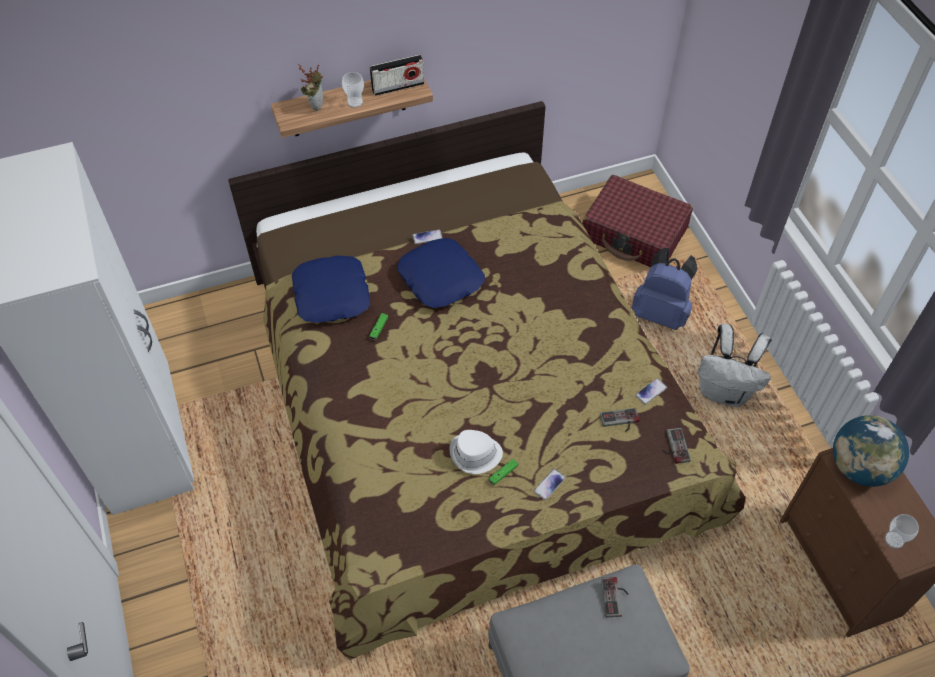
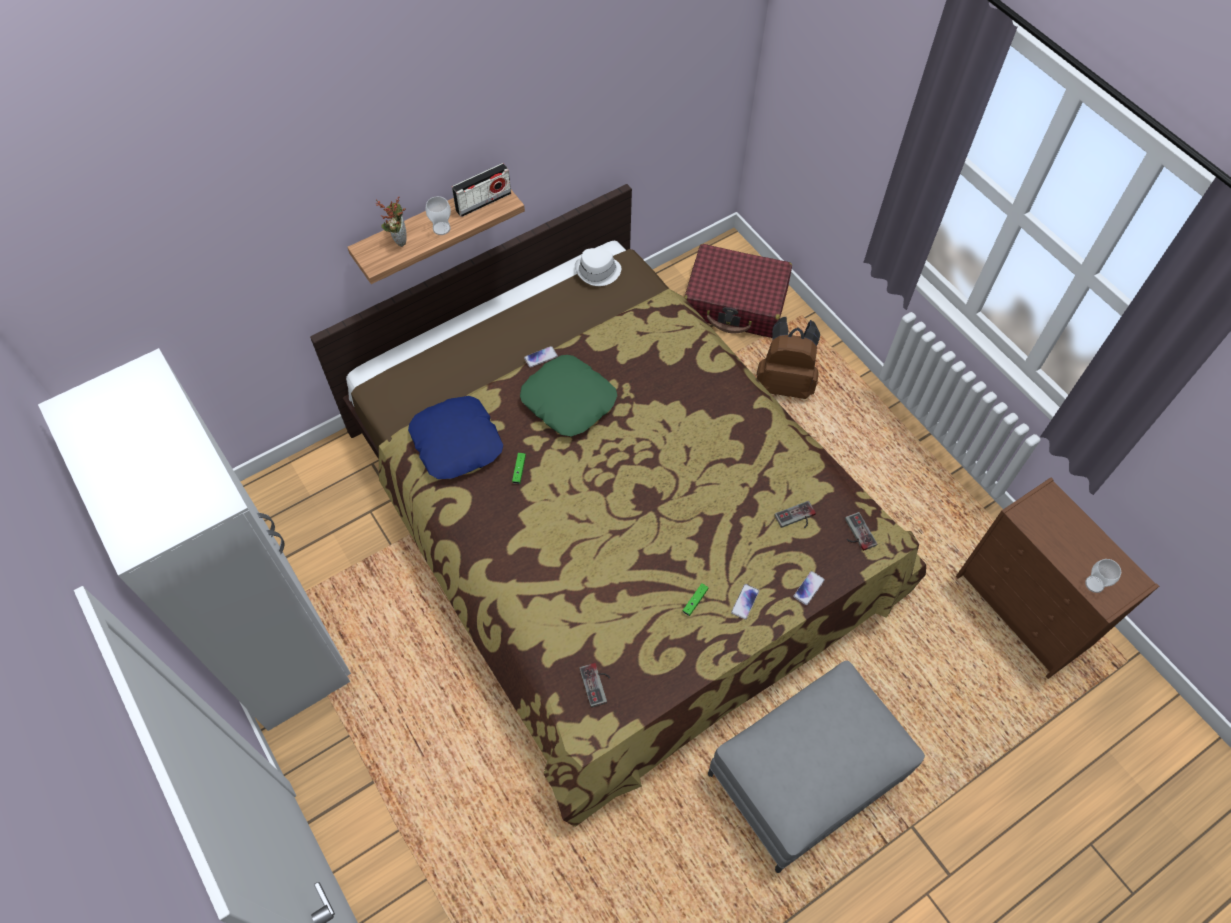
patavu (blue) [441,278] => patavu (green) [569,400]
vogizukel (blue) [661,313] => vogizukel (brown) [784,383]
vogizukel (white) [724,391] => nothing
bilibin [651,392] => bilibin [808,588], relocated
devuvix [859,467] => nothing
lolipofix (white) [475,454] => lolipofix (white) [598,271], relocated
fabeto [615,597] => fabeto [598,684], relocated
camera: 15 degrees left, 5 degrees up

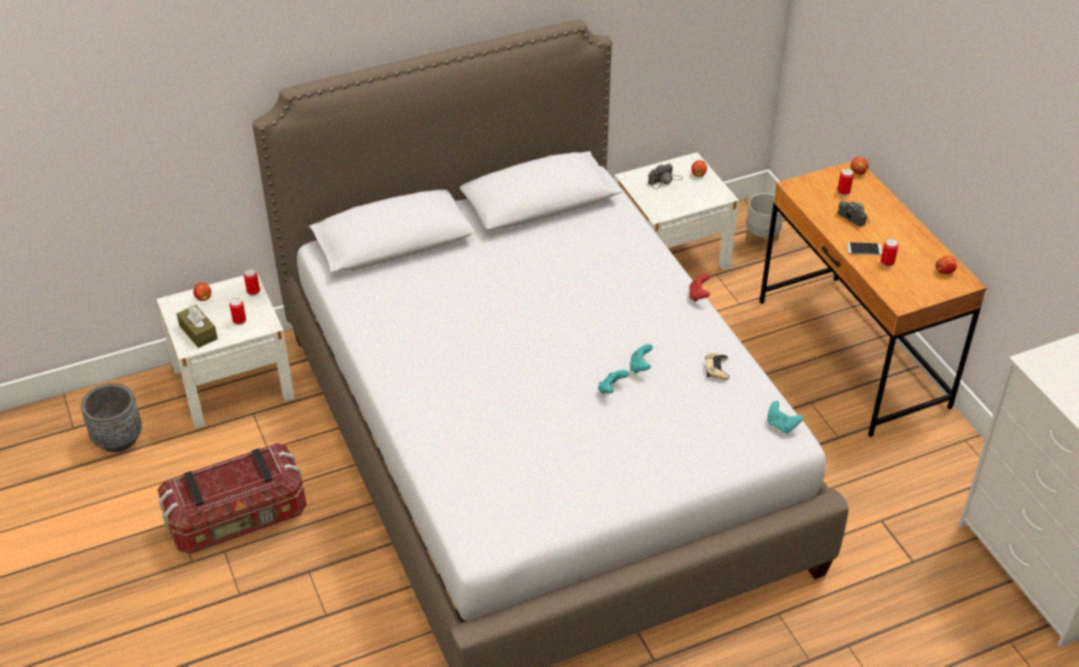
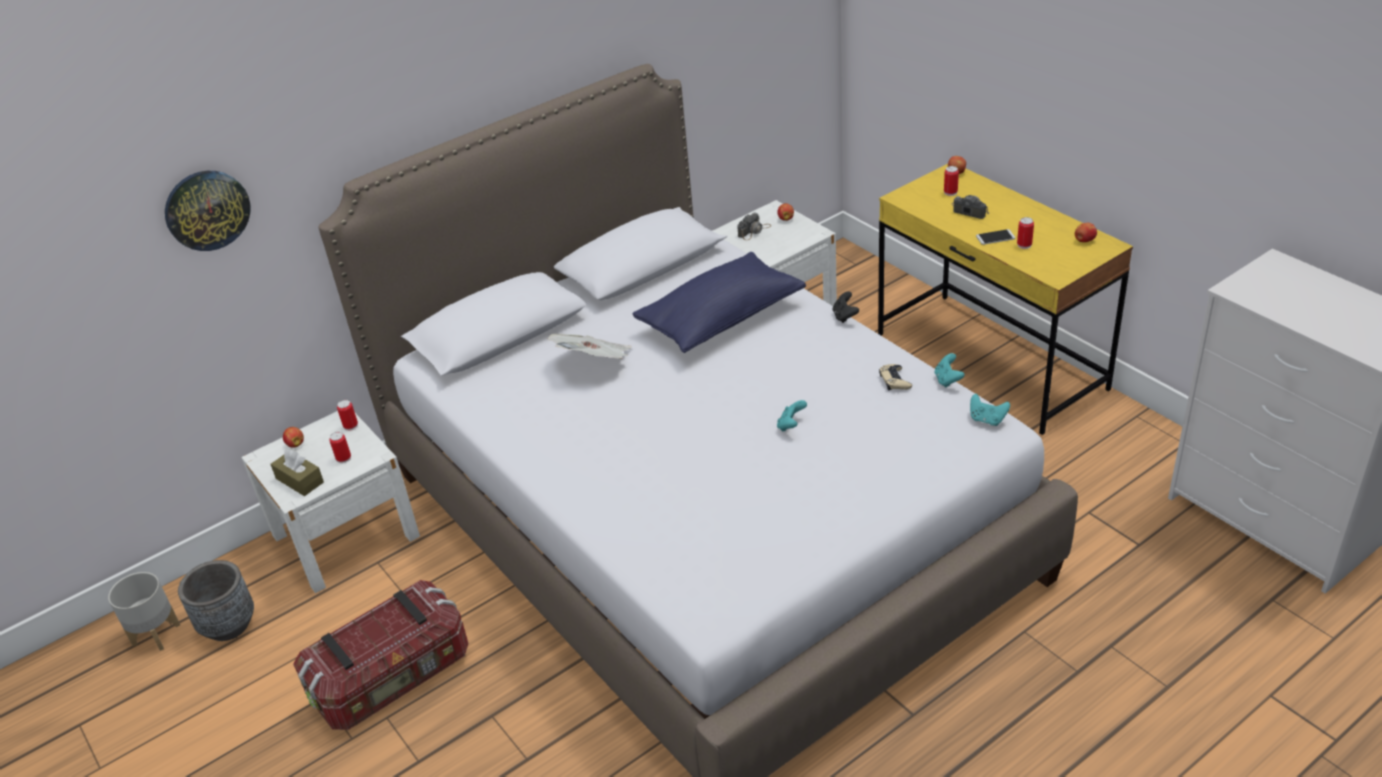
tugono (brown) [852,353] => tugono (yellow) [990,361]
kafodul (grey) [761,242] => kafodul (grey) [156,634], relocated
fabeto (red) [698,295] => fabeto (black) [845,316]
fabeto (turquoise) [640,367] => fabeto (turquoise) [947,380], relocated
nothing => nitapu [207,210]
nothing => patavu (blue) [721,319]
nothing => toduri [595,363]
camera: 10 degrees left, 5 degrees down

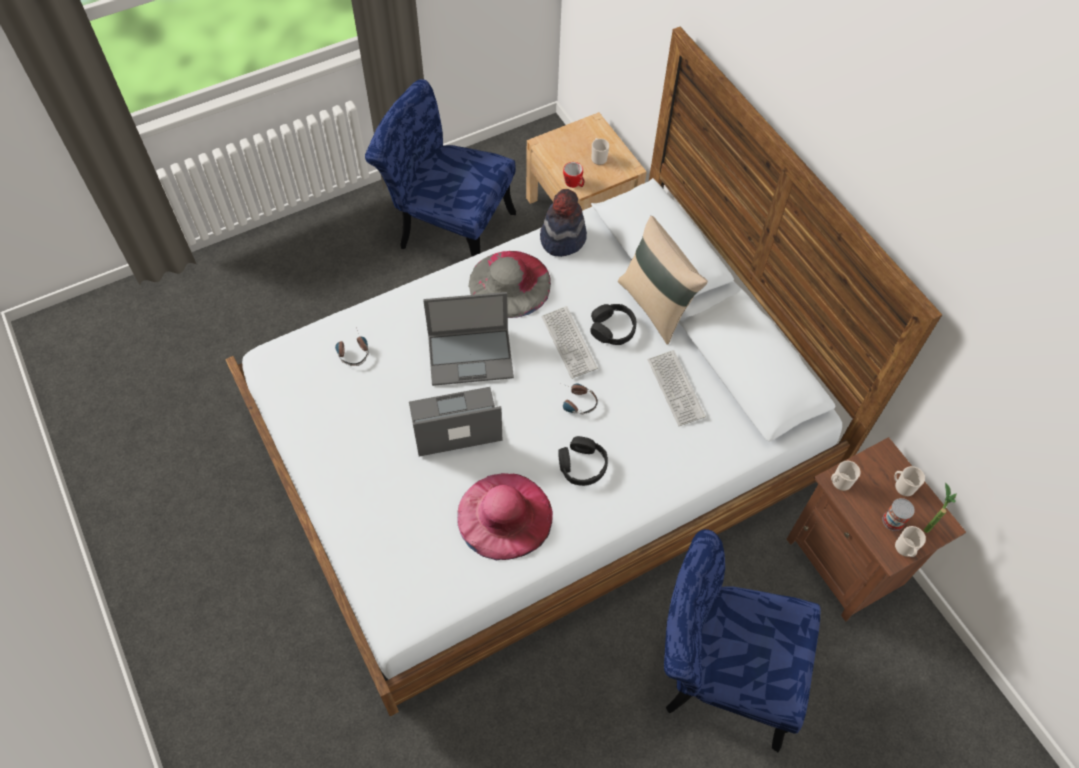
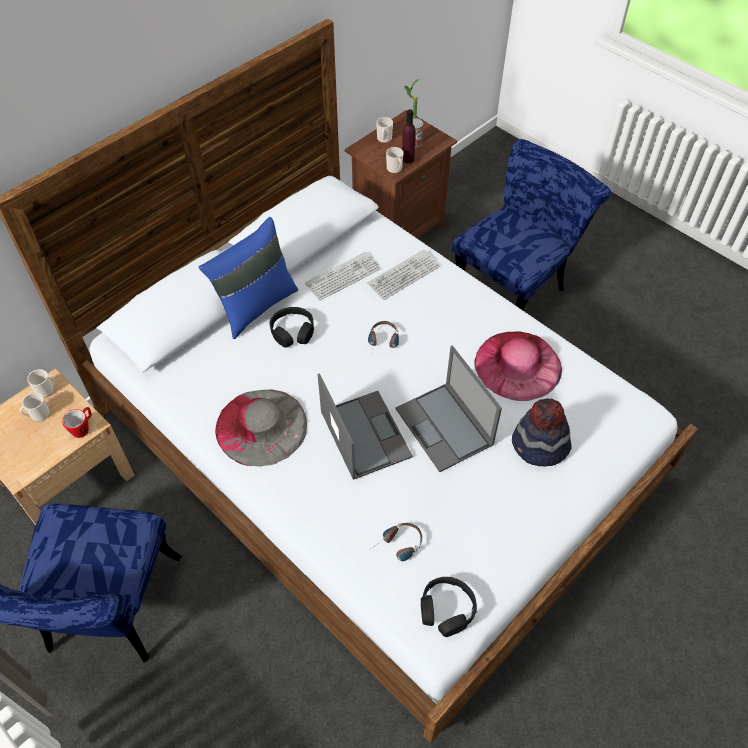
lolipofix [562,238] => lolipofix [539,446], relocated
patavu (beige) [656,306] => patavu (blue) [255,306]
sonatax [569,343] => sonatax [404,275], relocated
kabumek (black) [582,465] => kabumek (black) [446,609], relocated
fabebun [905,549] => fabebun [47,390], relocated
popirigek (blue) [718,672] => popirigek (blue) [514,287], 135 degrees counterclockwise
nothing => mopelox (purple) [408,159]
camera: 105 degrees left, 5 degrees down

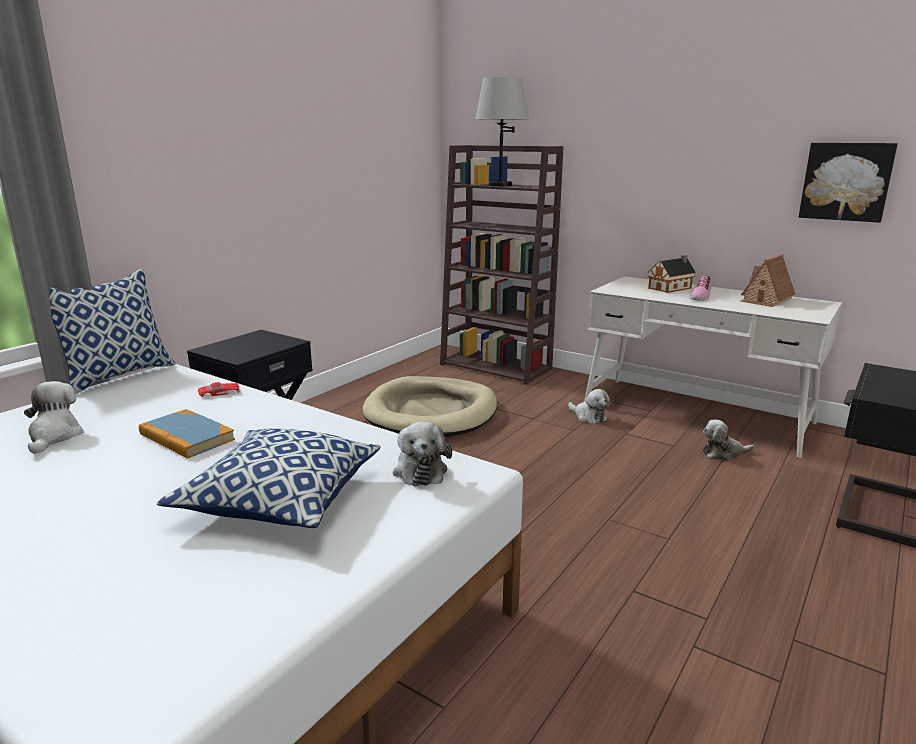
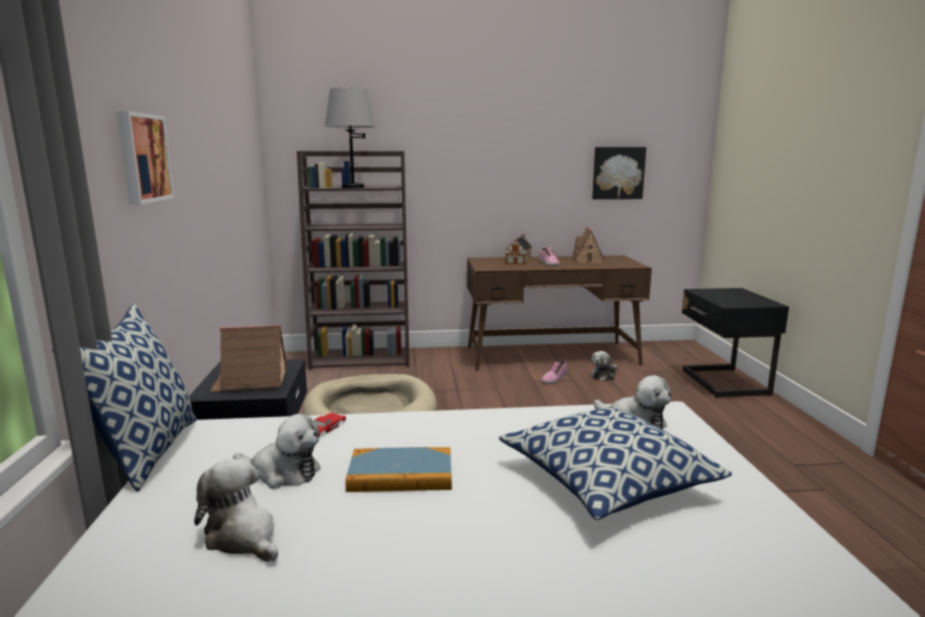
tugono (white) [696,414] => tugono (brown) [552,355]
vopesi [588,417] => vopesi [282,473], relocated
nothing => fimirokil [142,158]
nothing => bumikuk [251,381]
nothing => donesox [554,378]
camera: 40 degrees left, 5 degrees down

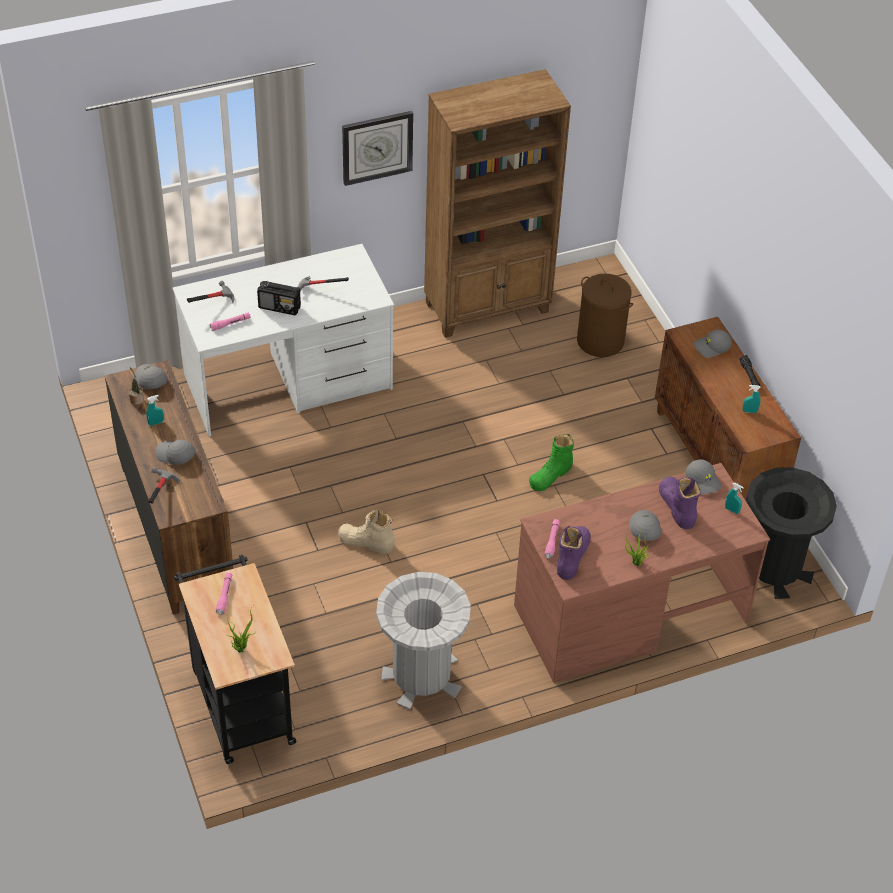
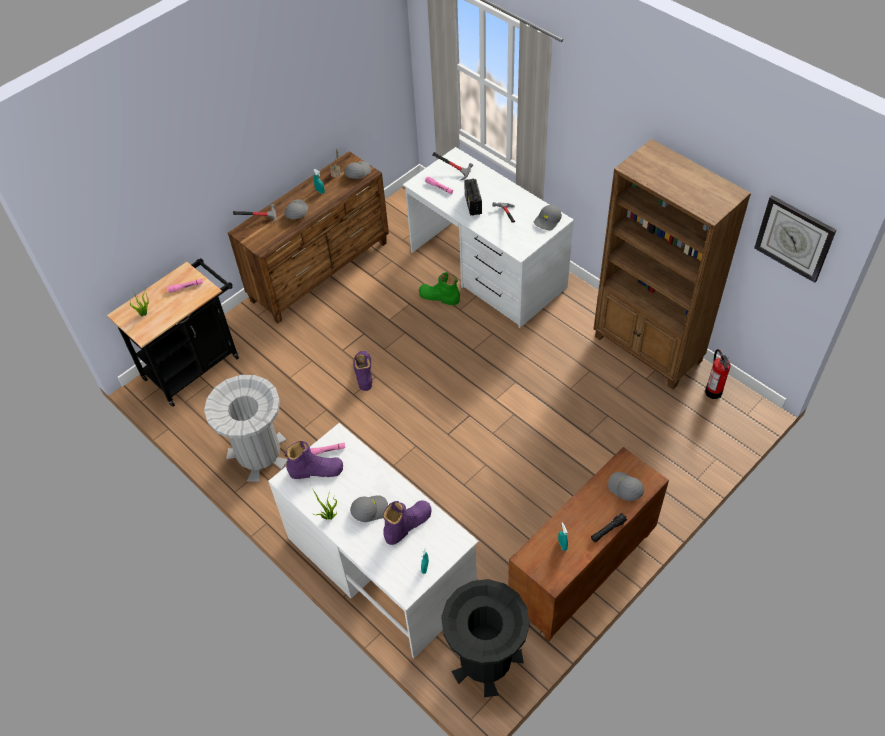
nitapu [377,147] => nitapu [794,238], relocated
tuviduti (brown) [600,341] => nothing
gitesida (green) [551,475] => gitesida (green) [439,297], relocated
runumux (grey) [703,481] => runumux (grey) [547,221], relocated
tugono (brown) [629,613] => tugono (white) [380,565]
gitesida (beige) [366,542] => gitesida (purple) [364,373]
nothing => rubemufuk [713,391]
camera: 70 degrees right, 5 degrees up

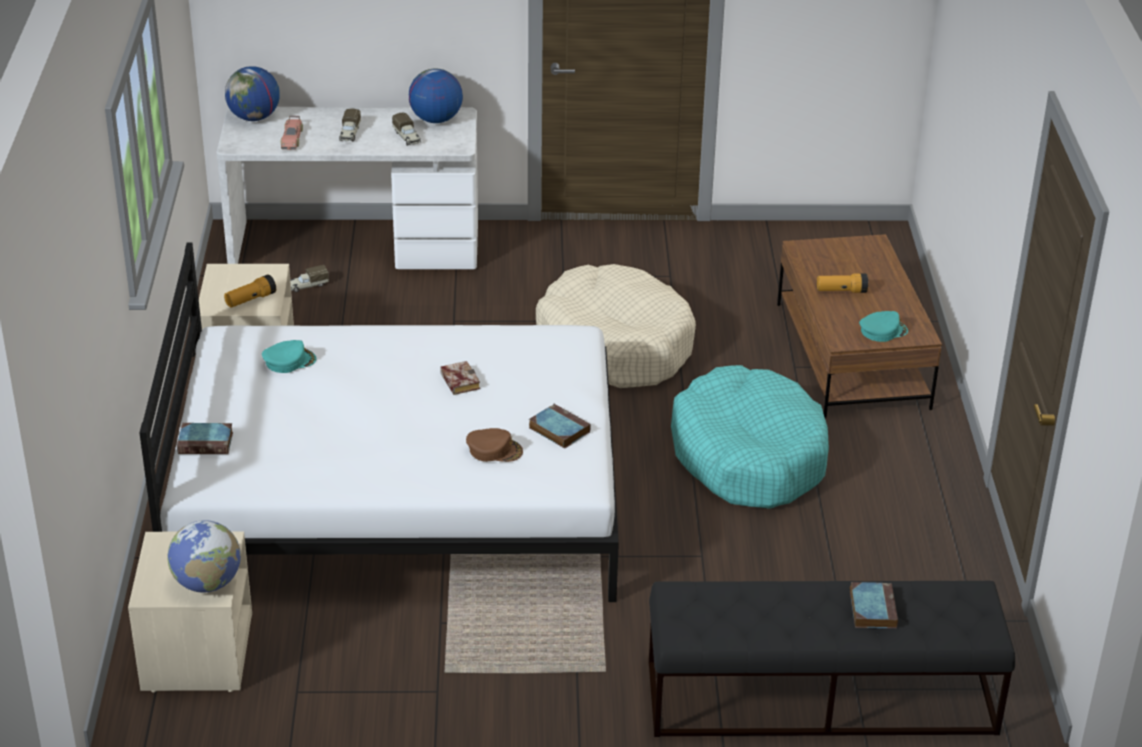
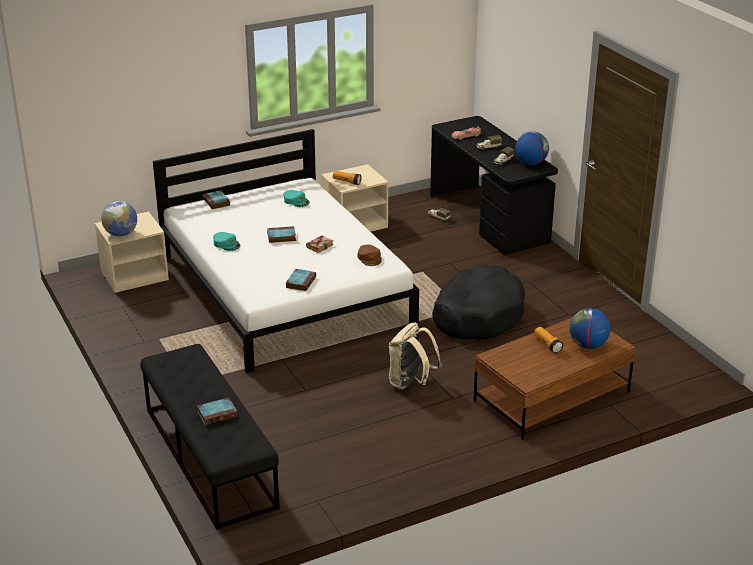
devuvix [254,118] => devuvix [588,345], relocated
tugono (white) [355,246] => tugono (black) [489,218]
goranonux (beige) [615,345] => goranonux (black) [477,315]
runumux (turquoise) [882,331] => runumux (turquoise) [226,244], relocated
goranonux (turquoise) [748,456] => vogizukel (beige) [411,383]
runumux (brown) [494,450] => runumux (brown) [370,258], relocated
nothing => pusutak [281,237]
camera: 65 degrees right, 5 degrees down

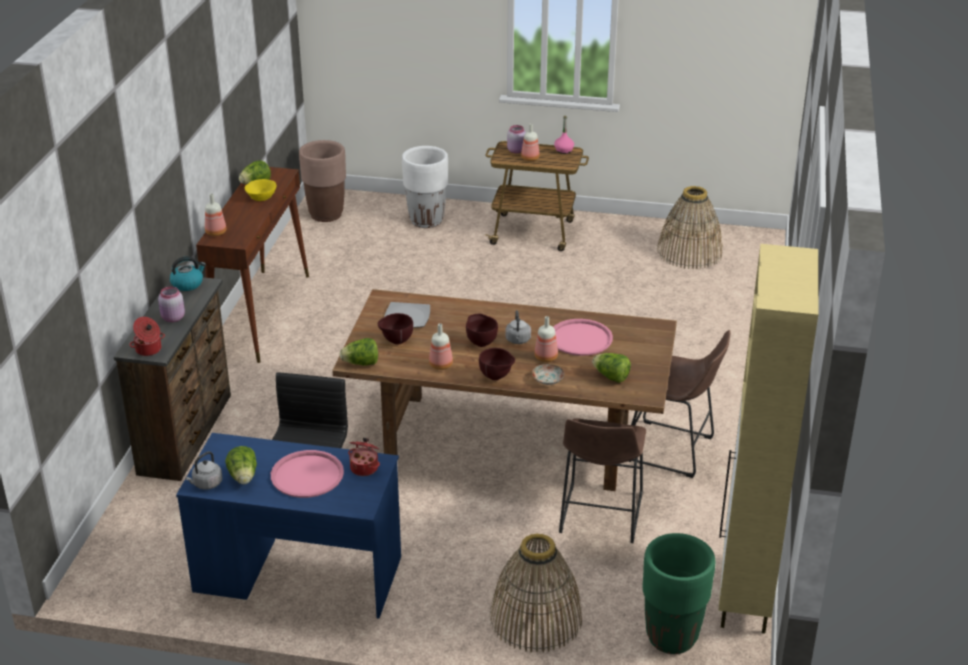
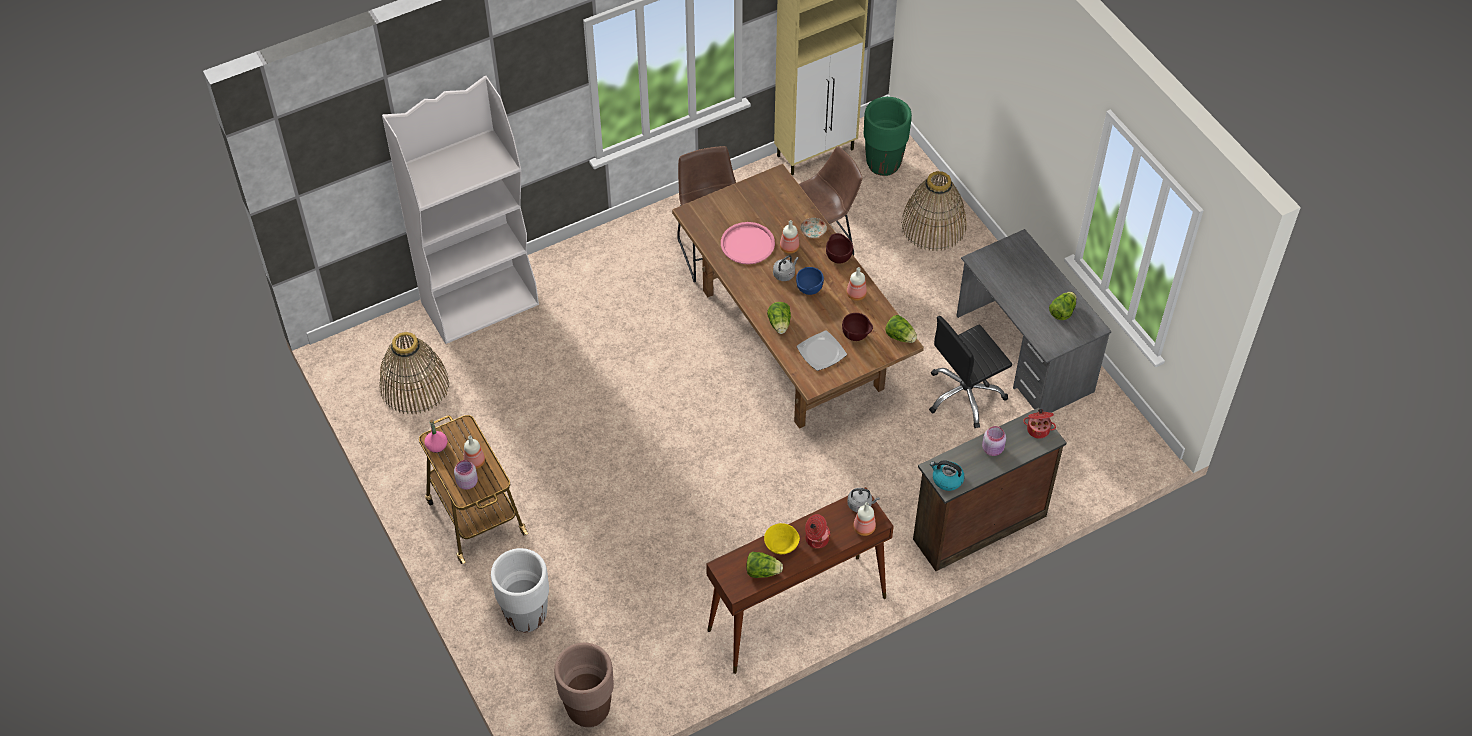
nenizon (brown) [481,343] => nenizon (blue) [808,291]
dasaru [611,377] => dasaru [779,324], relocated
tugono (blue) [298,574] => tugono (grey) [1024,354]
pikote [365,468] => pikote [816,539], relocated
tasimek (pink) [307,475] => nothing
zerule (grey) [206,484] => zerule (grey) [861,504], relocated
nothing => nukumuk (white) [480,303]
camera: 130 degrees left, 20 degrees up

